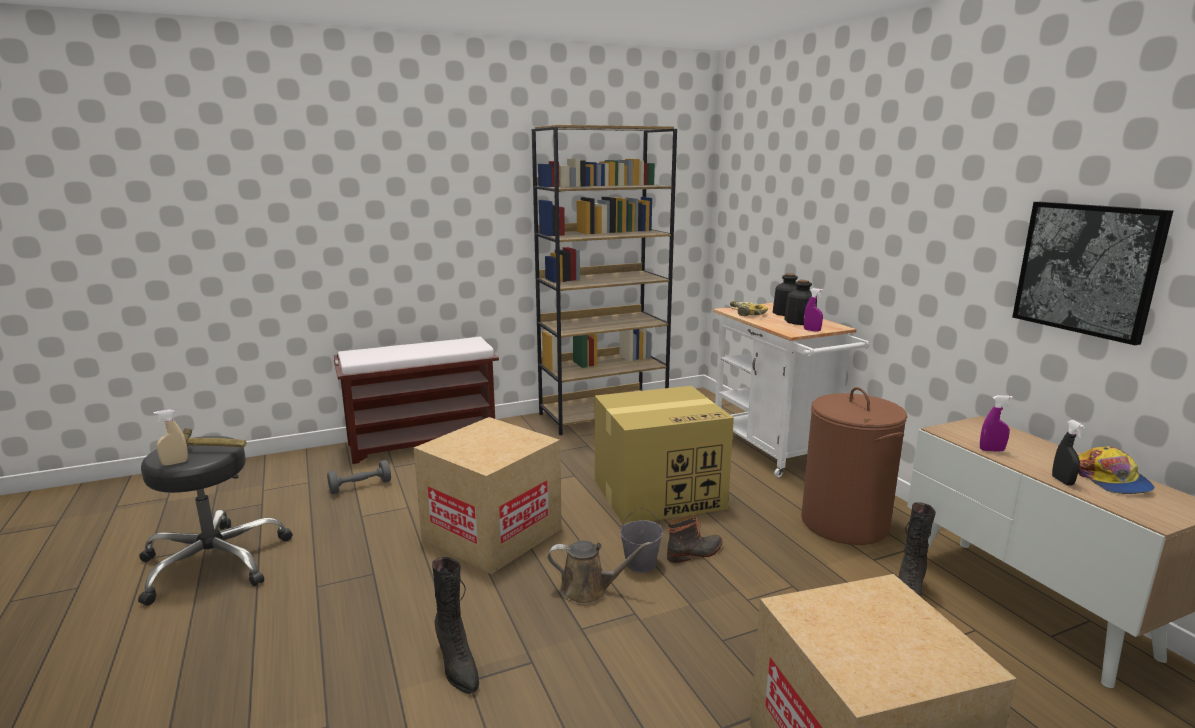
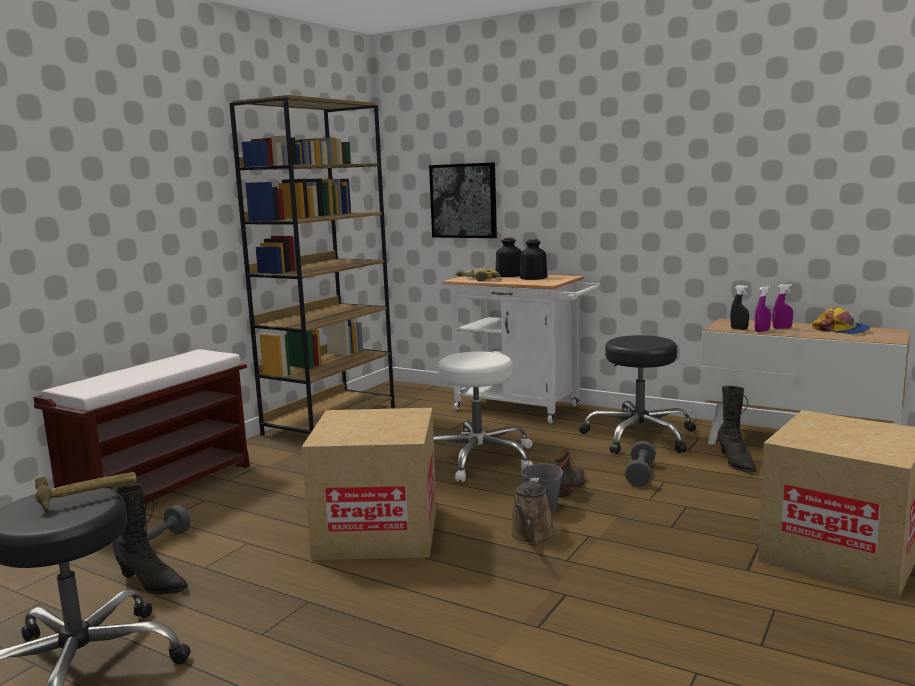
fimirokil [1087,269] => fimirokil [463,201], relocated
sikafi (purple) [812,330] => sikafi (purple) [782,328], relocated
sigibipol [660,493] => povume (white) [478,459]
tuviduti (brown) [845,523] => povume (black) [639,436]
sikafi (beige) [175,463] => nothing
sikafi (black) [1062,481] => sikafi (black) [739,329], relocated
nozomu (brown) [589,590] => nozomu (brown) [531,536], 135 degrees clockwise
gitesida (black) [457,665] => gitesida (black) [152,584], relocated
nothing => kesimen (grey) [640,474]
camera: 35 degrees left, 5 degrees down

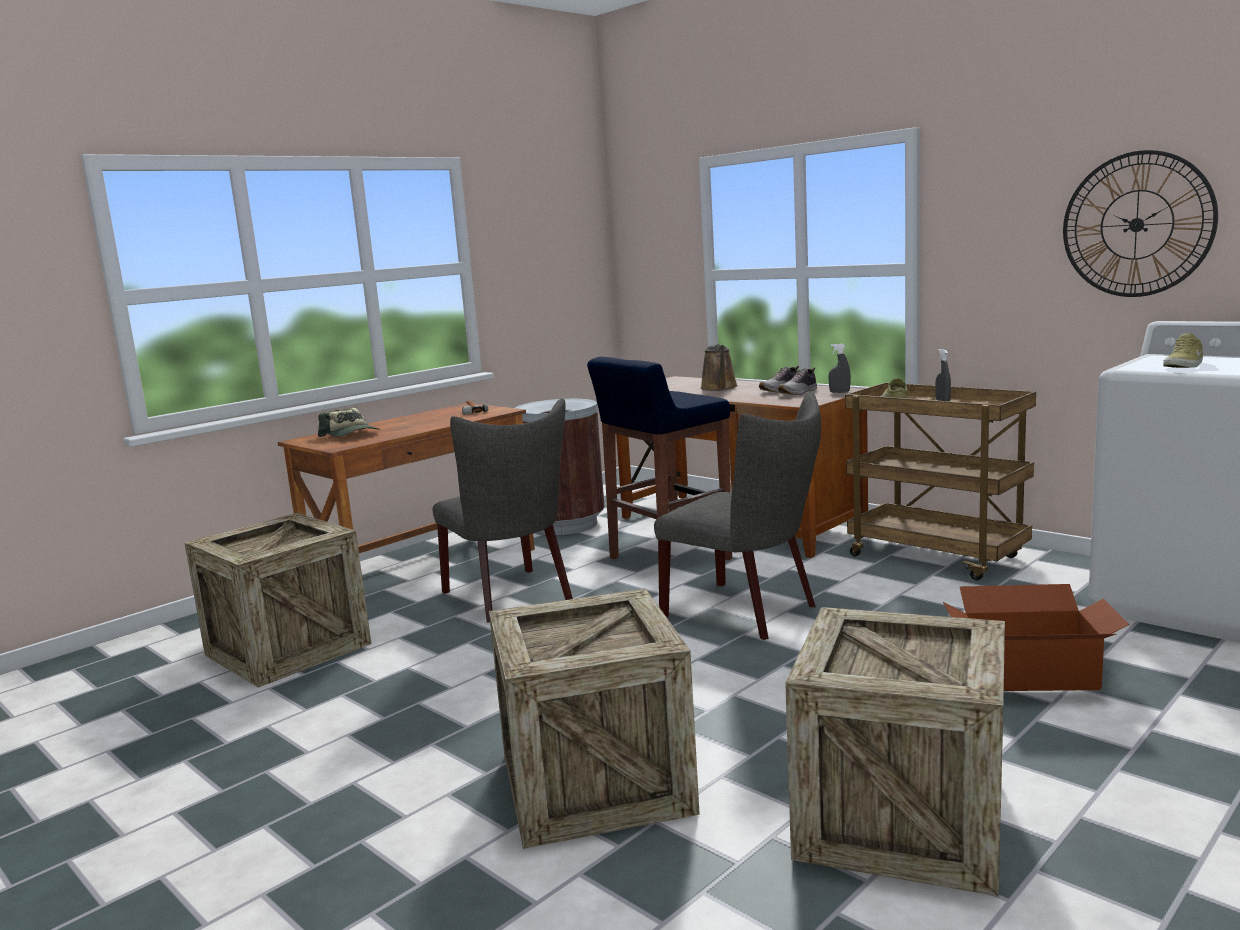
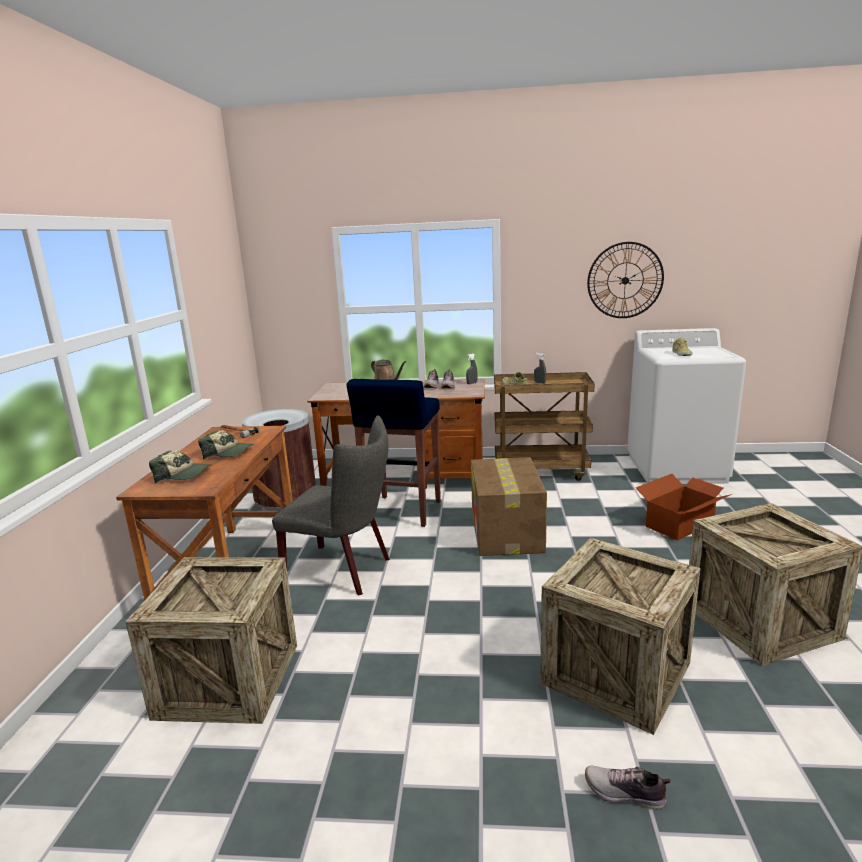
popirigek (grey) [748,612] => sigibipol [506,532]
nothing => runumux [228,453]
nothing => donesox [625,794]
camera: 40 degrees left, 5 degrees up

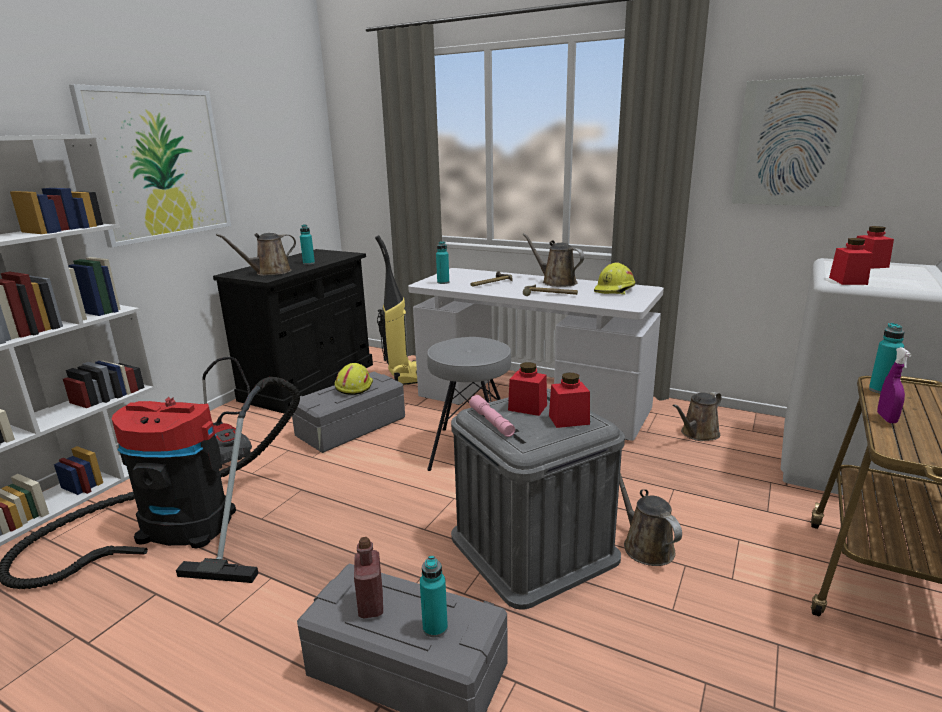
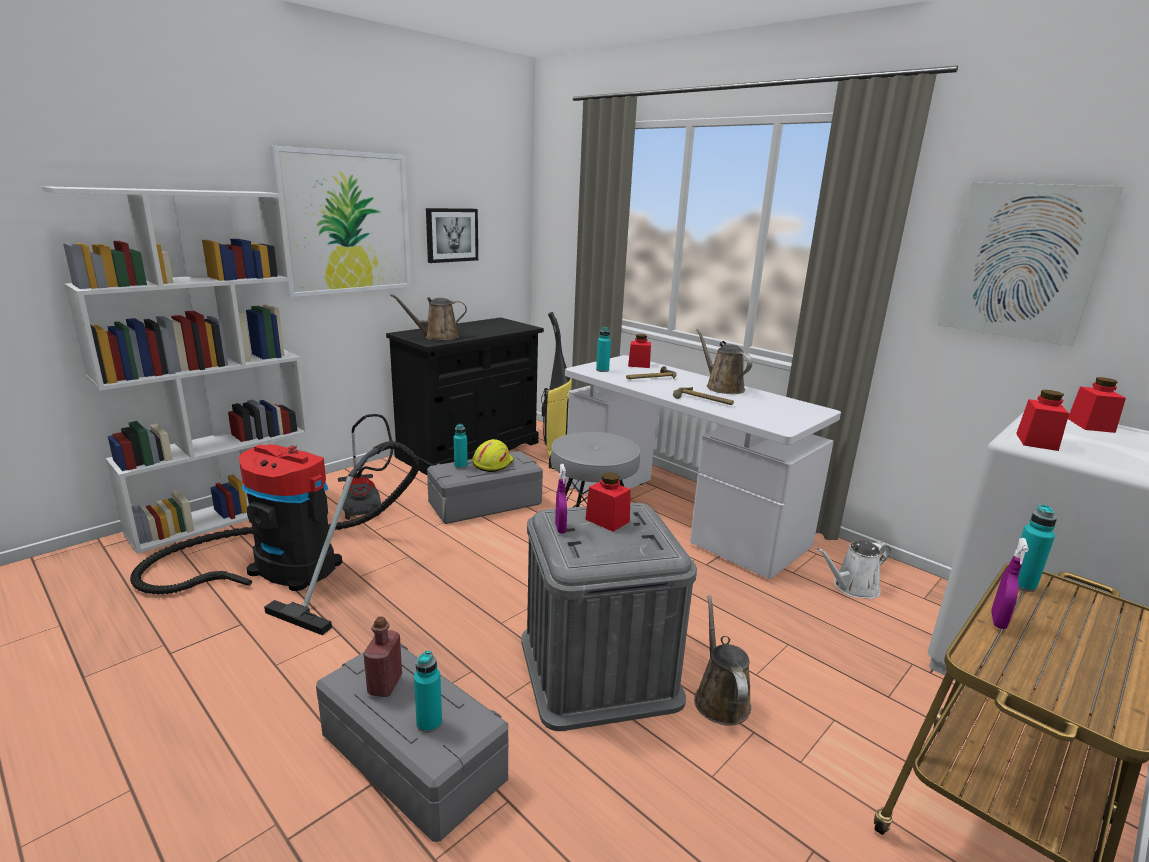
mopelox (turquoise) [309,263] => mopelox (turquoise) [460,466], relocated
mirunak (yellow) [615,290] => nothing
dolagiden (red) [569,420] => dolagiden (red) [639,365], relocated
nozomu (brown) [697,434] => nozomu (white) [852,588]
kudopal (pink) [491,422] => sikafi (purple) [560,528]
nothing => fimirokil [451,235]
camera: 15 degrees right, 0 degrees up

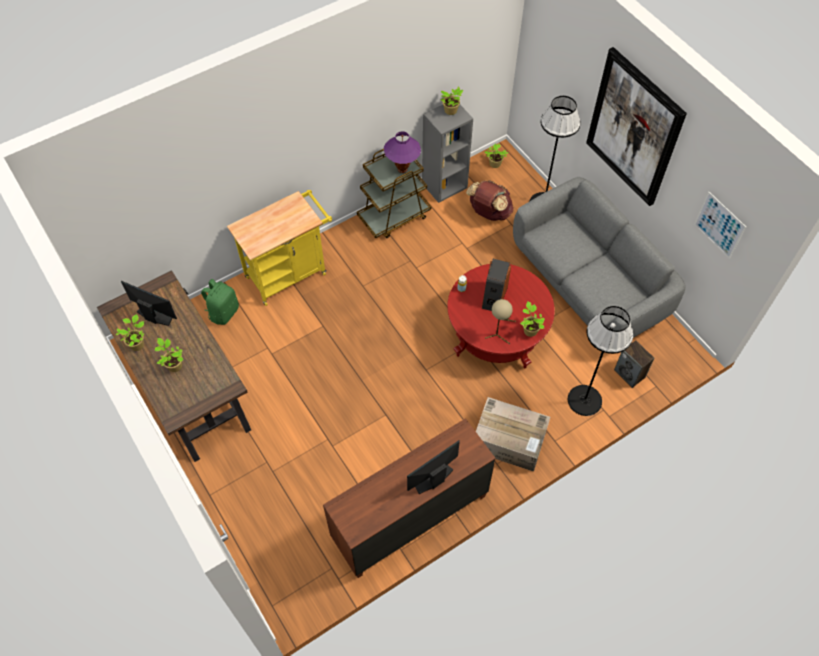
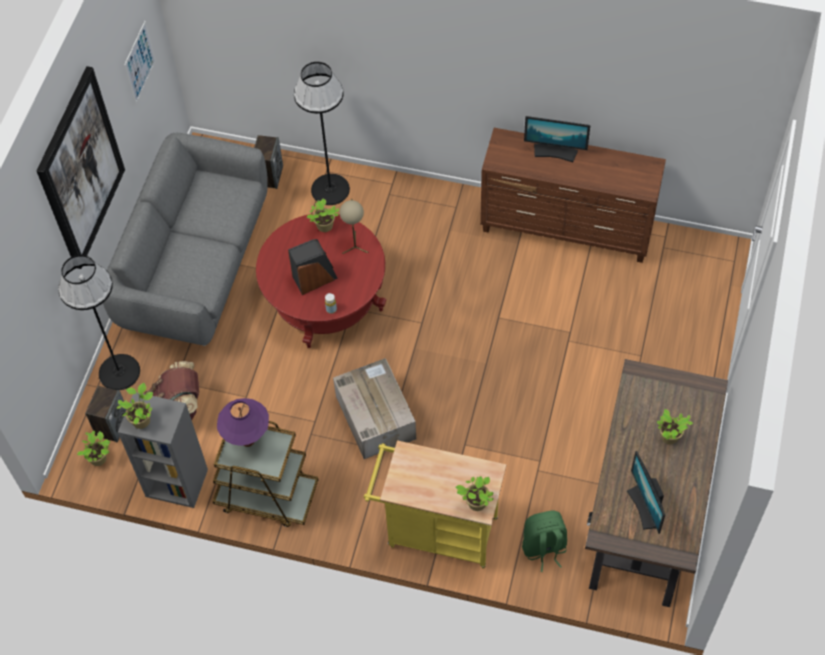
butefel [137,344] => butefel [475,503], relocated
sigibipol [510,440] => sigibipol [375,416], relocated
nothing => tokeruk [112,425]
camera: 130 degrees left, 0 degrees up

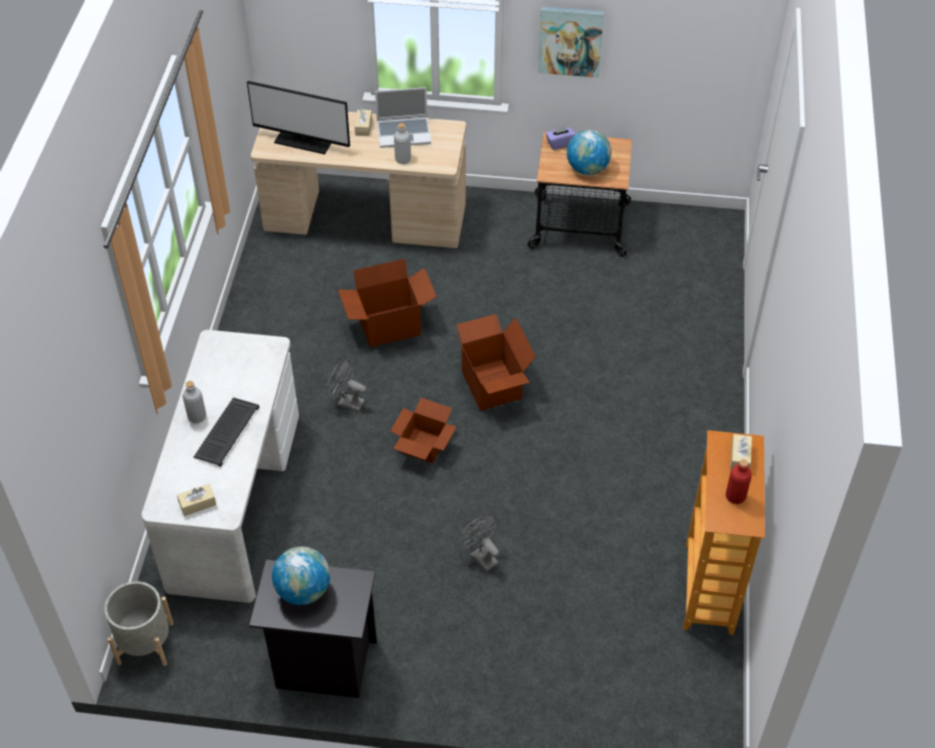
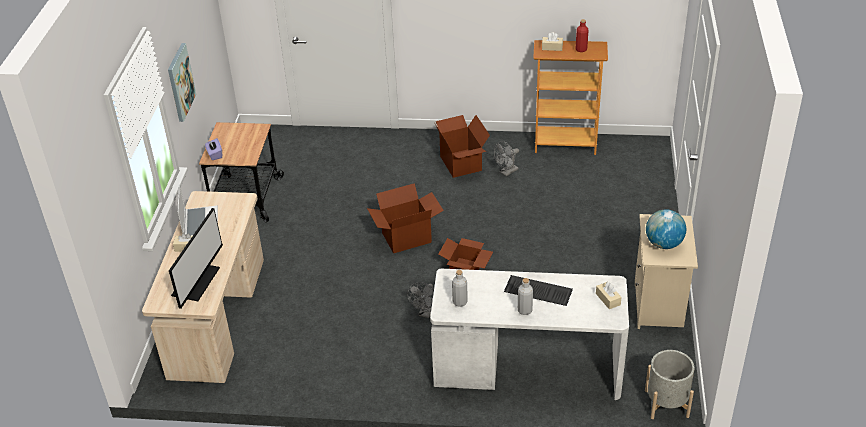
mopelox (grey) [403,159] => mopelox (grey) [460,302], relocated
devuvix [587,169] => nothing
sigibipol [389,327] => sigibipol [461,163], relocated
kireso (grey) [480,556] => kireso (grey) [507,172], relocated
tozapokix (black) [322,664] => tozapokix (beige) [659,306]
camera: 90 degrees left, 10 degrees down

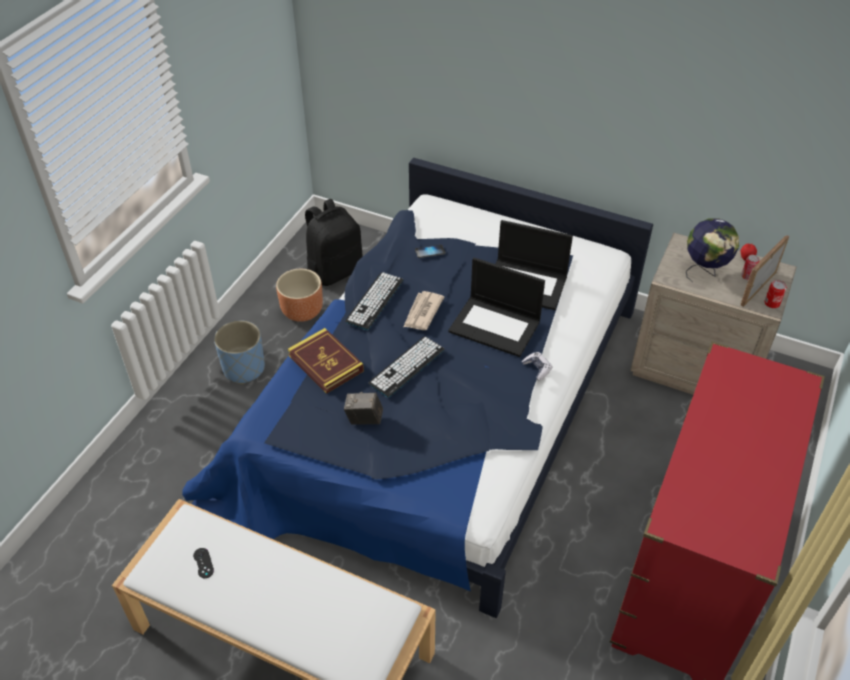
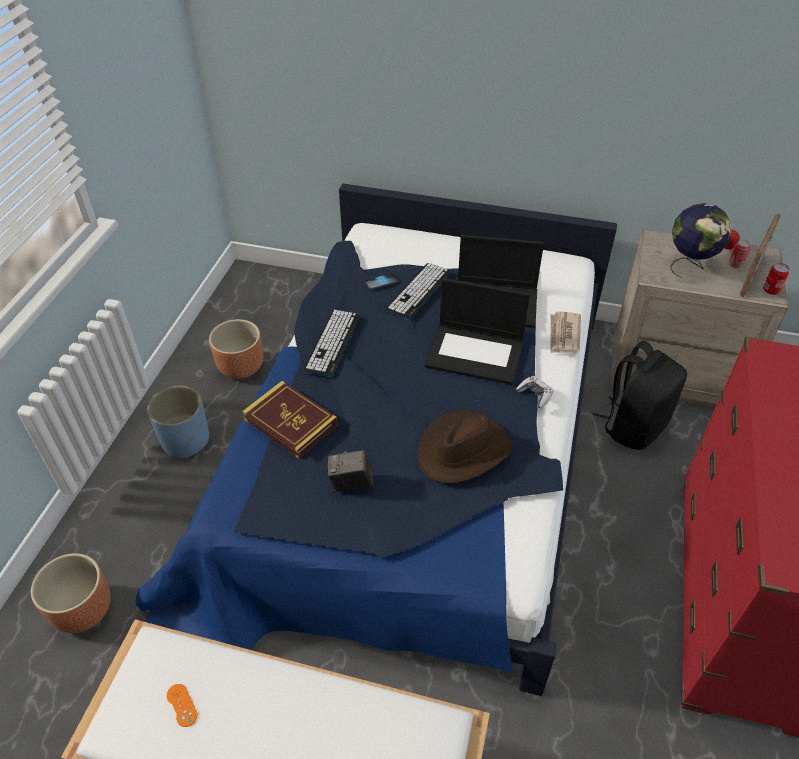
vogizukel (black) [335,270] => vogizukel (black) [633,426], relocated
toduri [422,312] => toduri [564,335], relocated
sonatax [407,367] => sonatax [419,291], relocated
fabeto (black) [203,563] => fabeto (orange) [182,705]
nothing => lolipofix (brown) [463,450]
nothing => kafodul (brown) [83,609]
camera: 10 degrees left, 0 degrees up

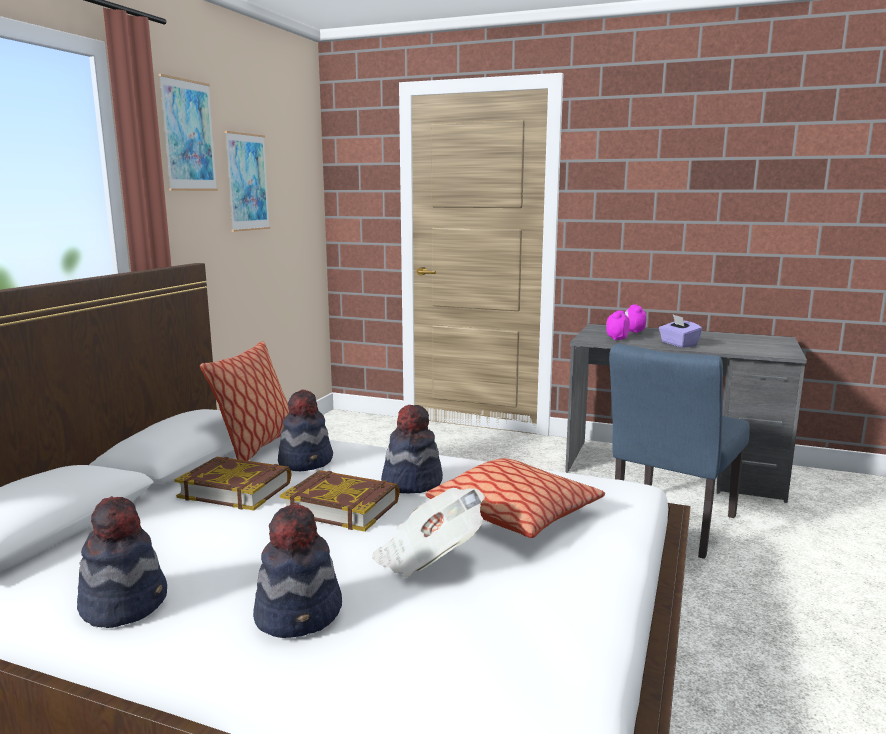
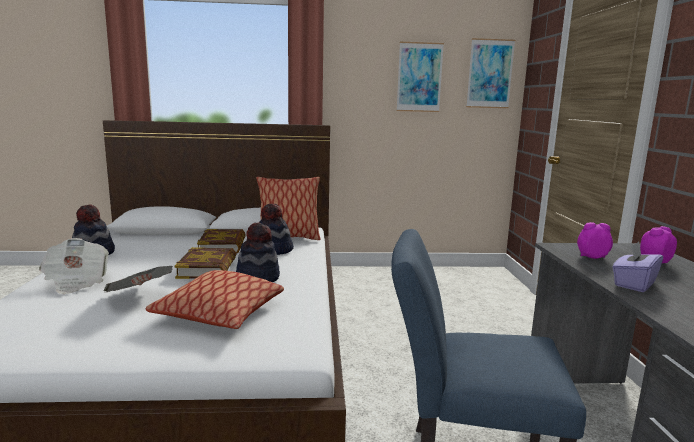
fimirokil [188,135] => fimirokil [490,74], relocated
lolipofix [300,614] => toduri [76,281]
camera: 65 degrees right, 0 degrees up

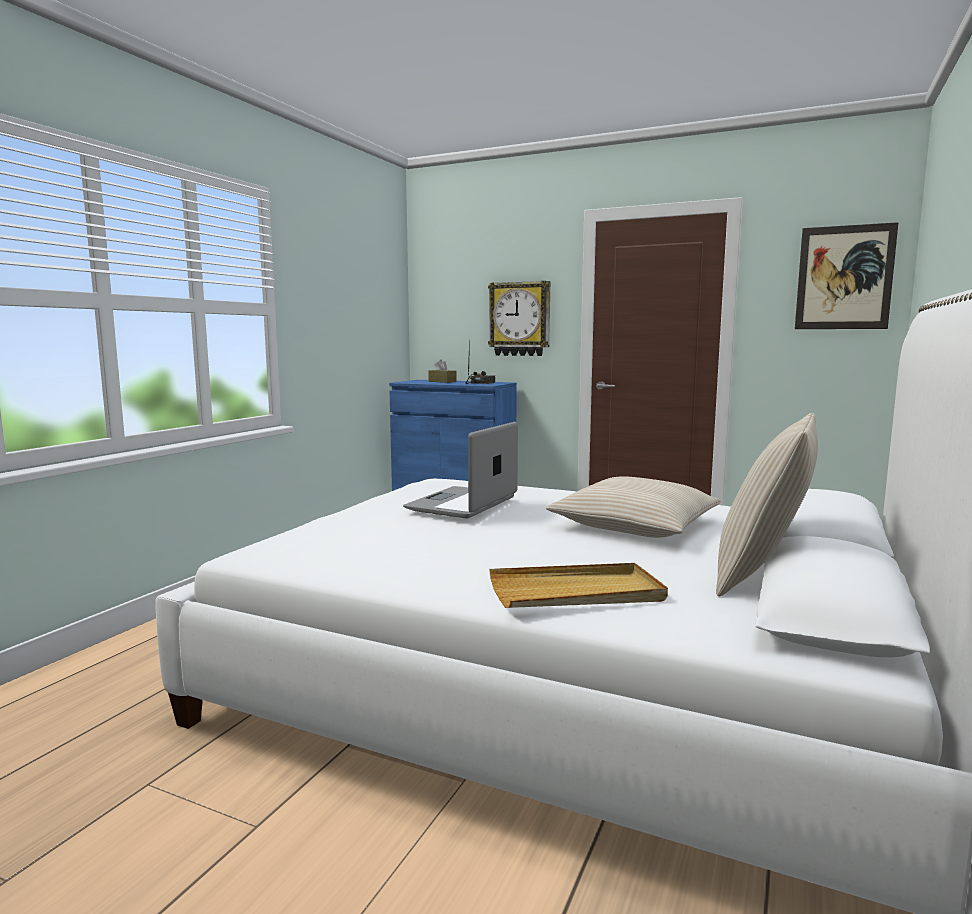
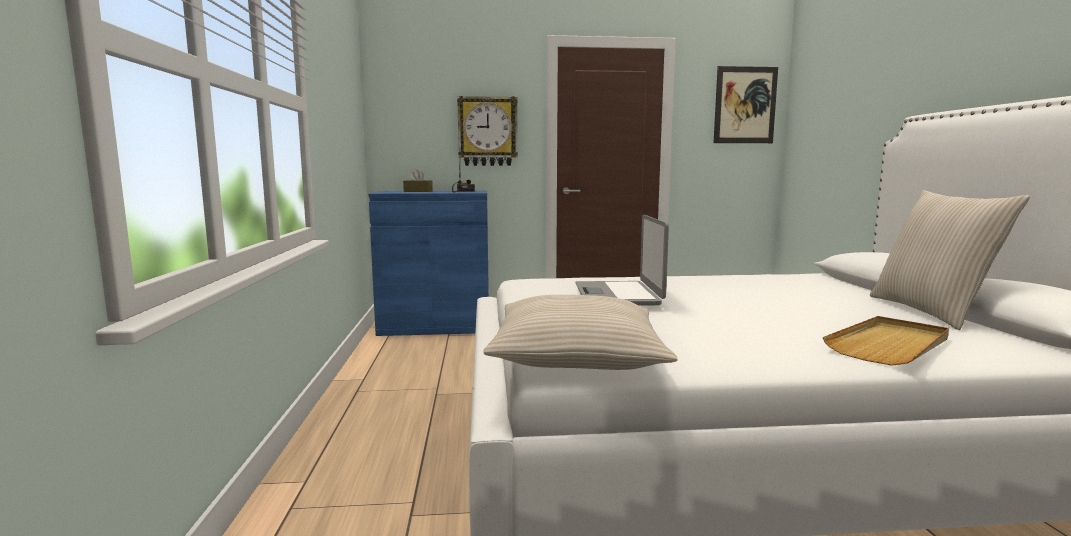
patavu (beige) [635,525] => patavu (beige) [577,354], relocated
camera: 30 degrees left, 0 degrees up

